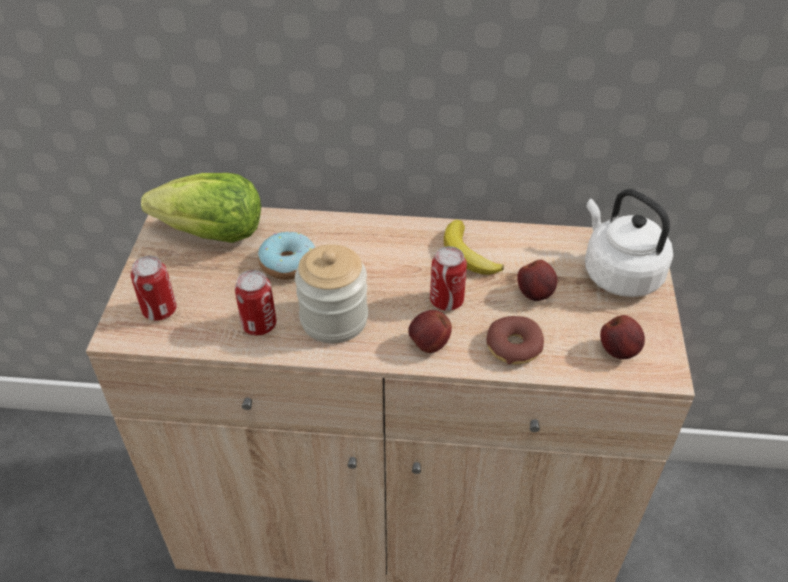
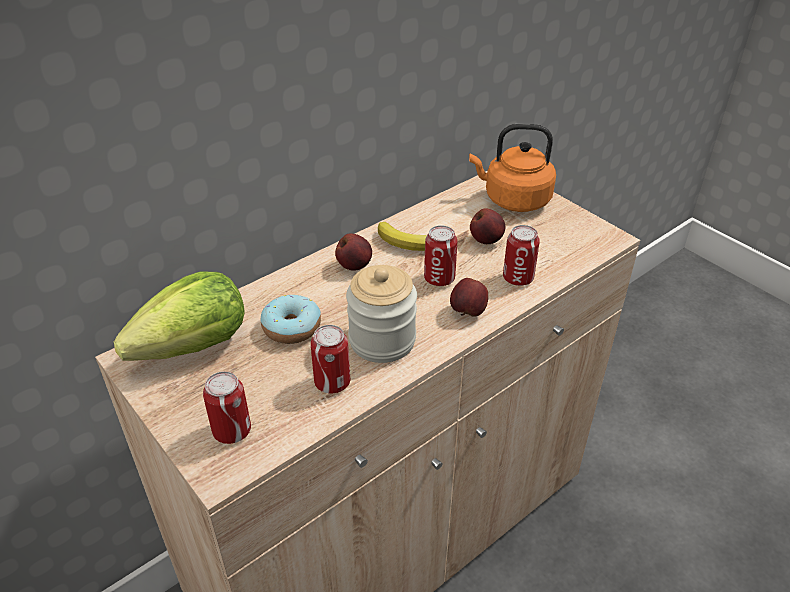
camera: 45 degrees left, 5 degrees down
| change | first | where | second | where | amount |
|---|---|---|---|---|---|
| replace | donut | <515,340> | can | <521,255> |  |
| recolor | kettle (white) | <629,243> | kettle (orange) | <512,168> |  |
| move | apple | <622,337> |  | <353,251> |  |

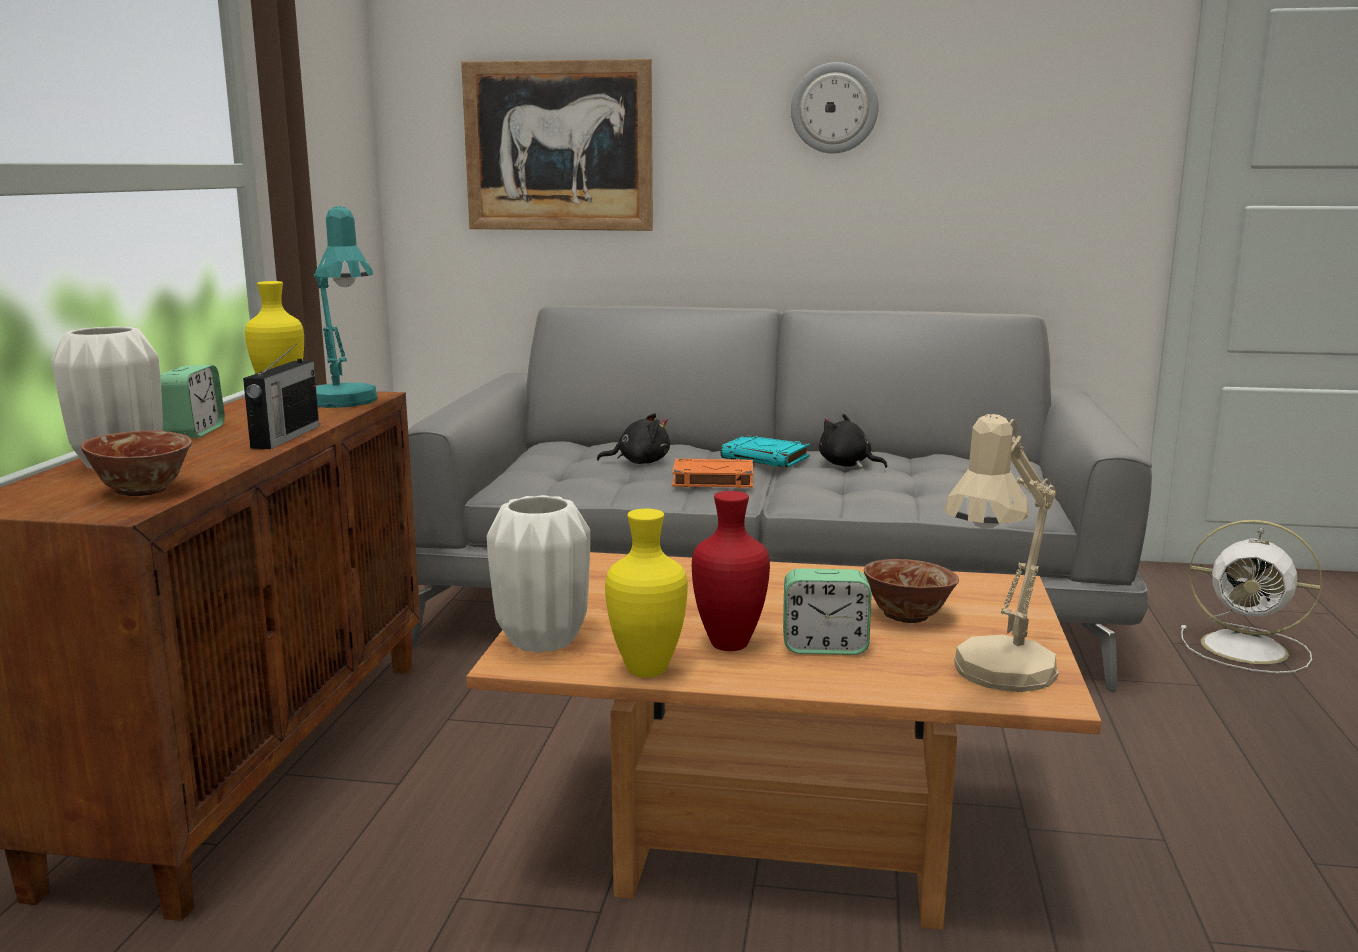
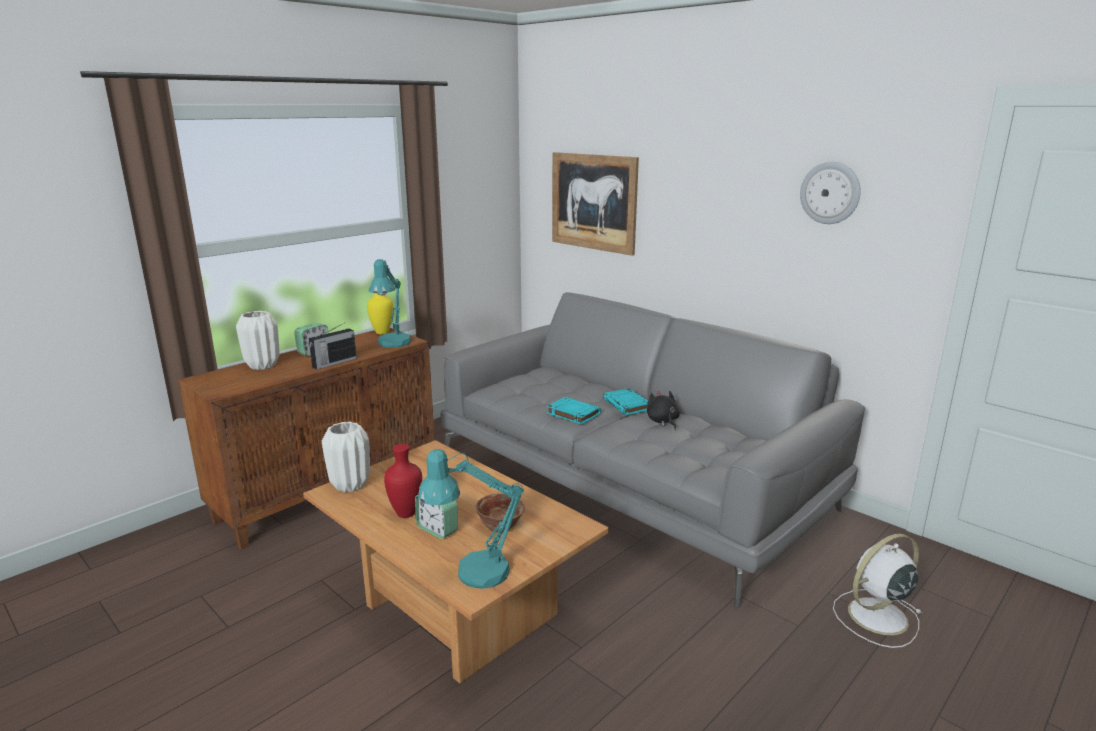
camera: 35 degrees right, 5 degrees up
| change | first | where | second | where | amount |
|---|---|---|---|---|---|
| delete | bowl | <136,463> |  |  |  |
| delete | plush toy (black) | <633,438> |  |  |  |
| delete | vase (yellow) | <646,593> |  |  |  |
| recolor | book (orange) | <712,473> | book (turquoise) | <574,411> |  |
| move | wall clock | <835,108> |  | <830,193> |  |
| recolor | table lamp (beige) | <1001,553> | table lamp (turquoise) | <471,519> |  |
| rotate | fan (white) | <1251,596> |  | <877,591> | 90 degrees clockwise |

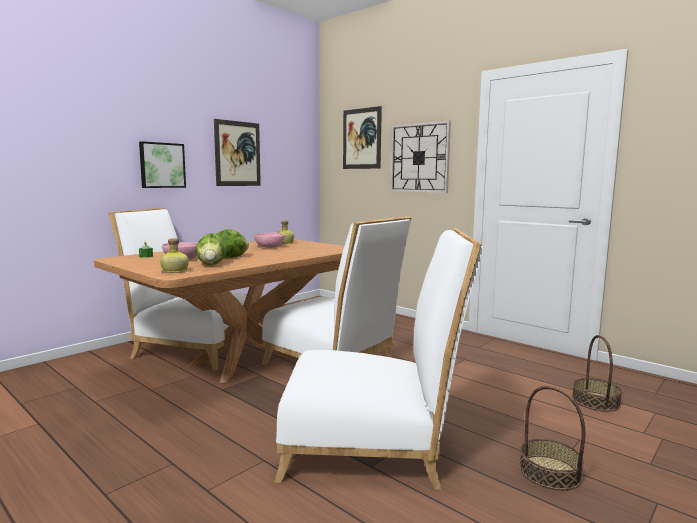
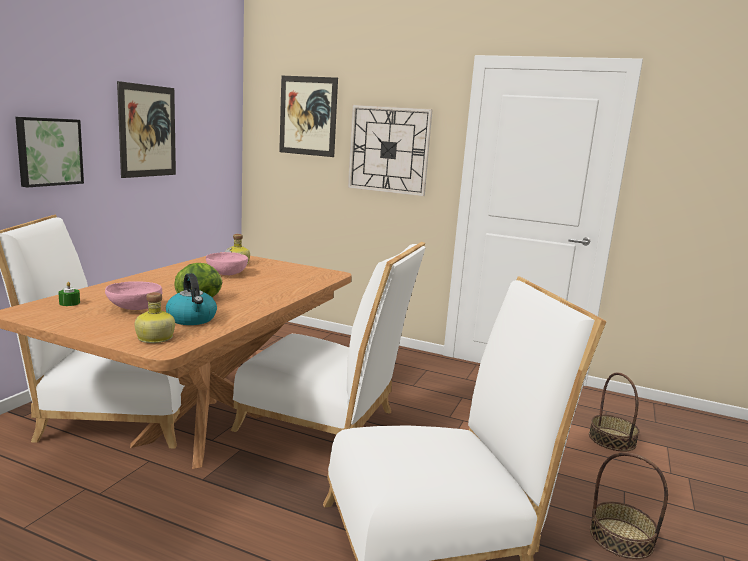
camera: 20 degrees left, 5 degrees up
| change | first | where | second | where | amount |
|---|---|---|---|---|---|
| replace | lettuce | <211,249> | kettle | <191,299> |  |

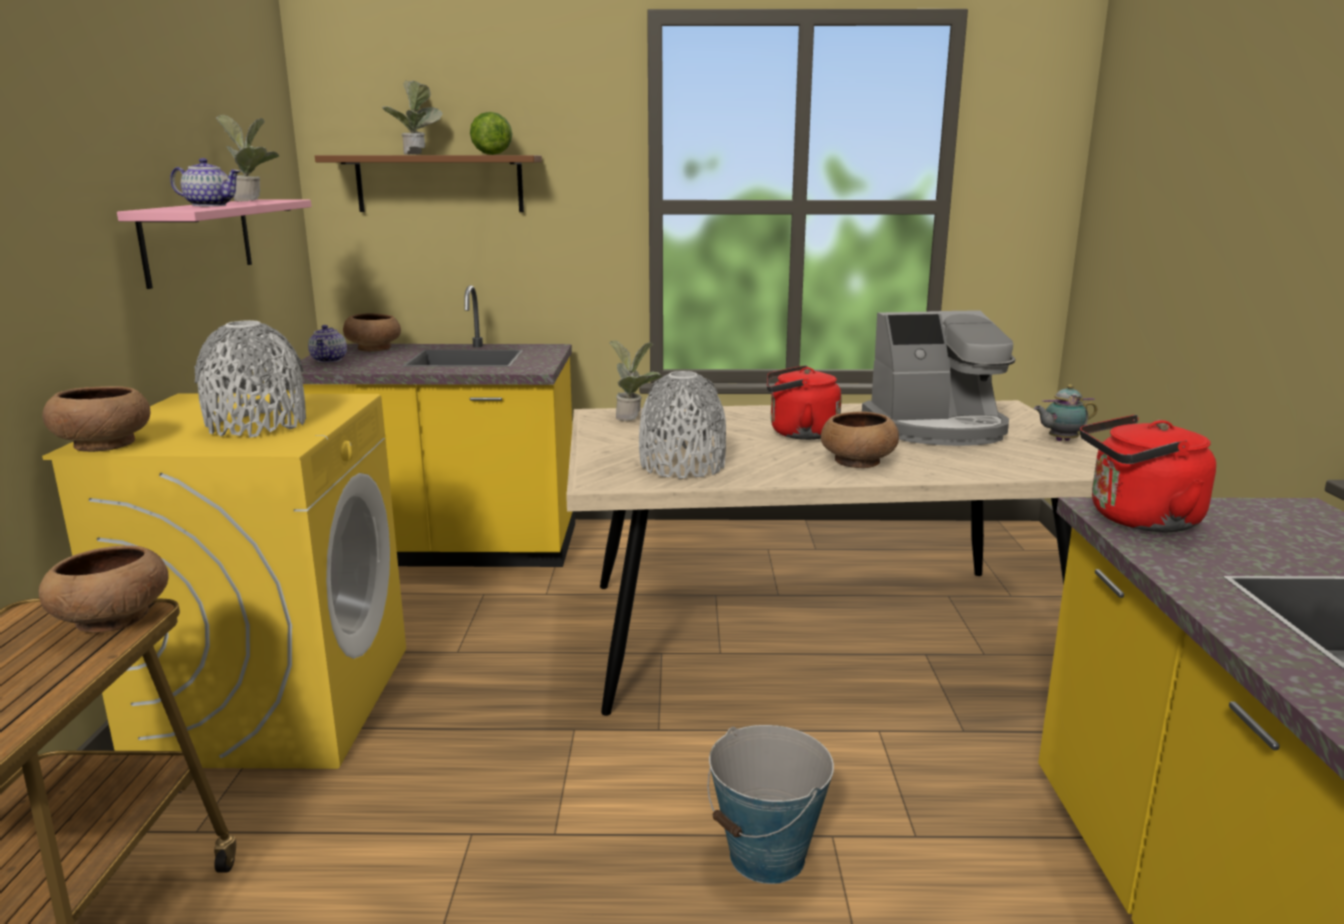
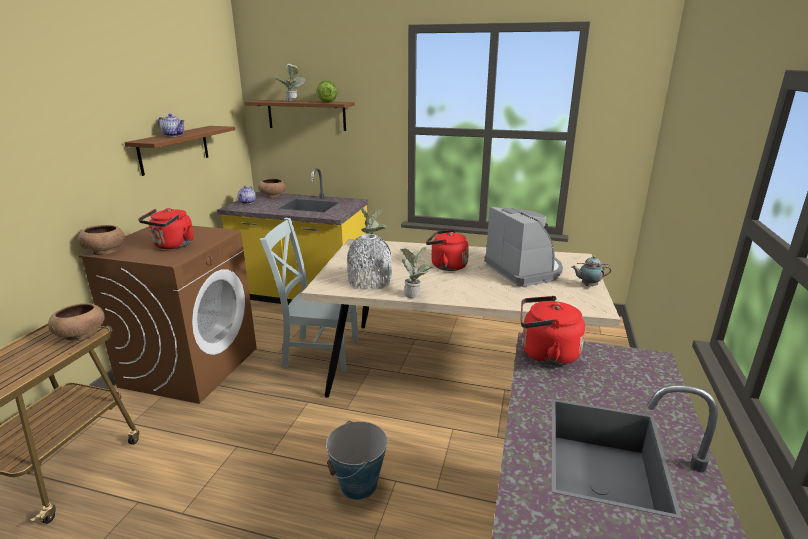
camera: 15 degrees right, 5 degrees up
| change | first | where | second | where | amount |
|---|---|---|---|---|---|
| recolor | washing machine (yellow) | <224,581> | washing machine (brown) | <167,315> |  |
| recolor | shelf (pink) | <214,244> | shelf (brown) | <179,151> |  |
| replace | vase (grey) | <250,379> | kettle (red) | <166,228> |  |
| move | potted plant | <247,158> |  | <416,272> |  |
| delete | bowl (brown) | <860,439> |  |  |  |
| rotate | coffee machine | <938,378> |  | <523,247> | 120 degrees counterclockwise |
| insert |  |  | chair (grey) | <309,295> |  |

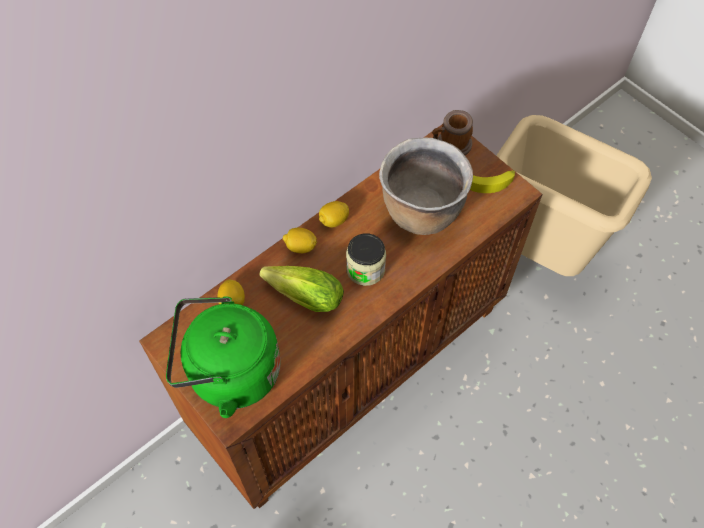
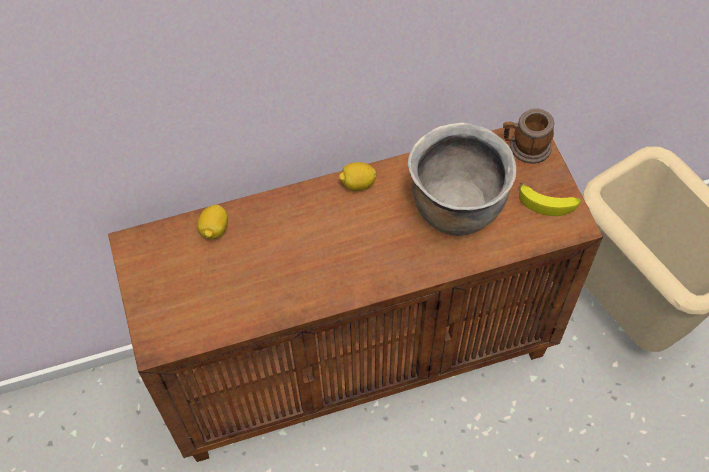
camera: 25 degrees right, 0 degrees up
| change | first | where | second | where | amount |
|---|---|---|---|---|---|
| delete | kettle (green) | <223,357> |  |  |  |
| delete | lettuce | <301,289> |  |  |  |
| delete | lemon | <300,240> |  |  |  |
| delete | jar | <366,259> |  |  |  |

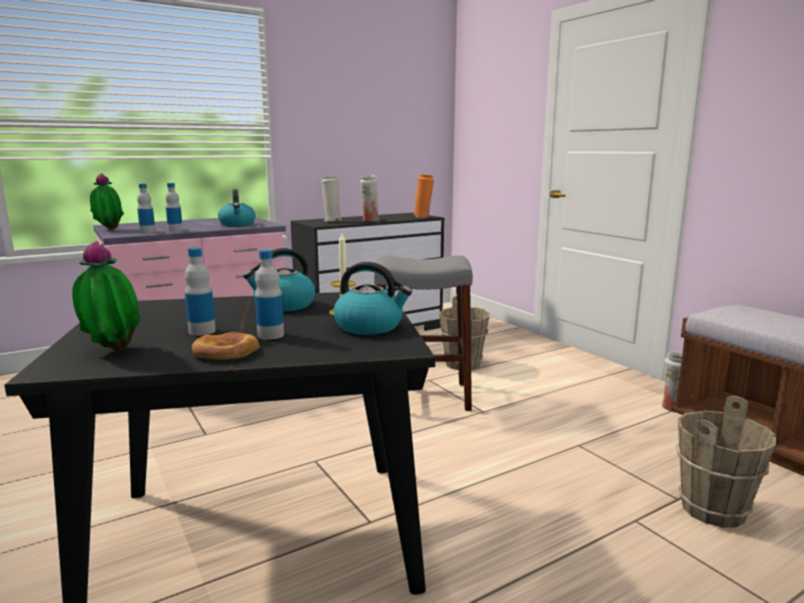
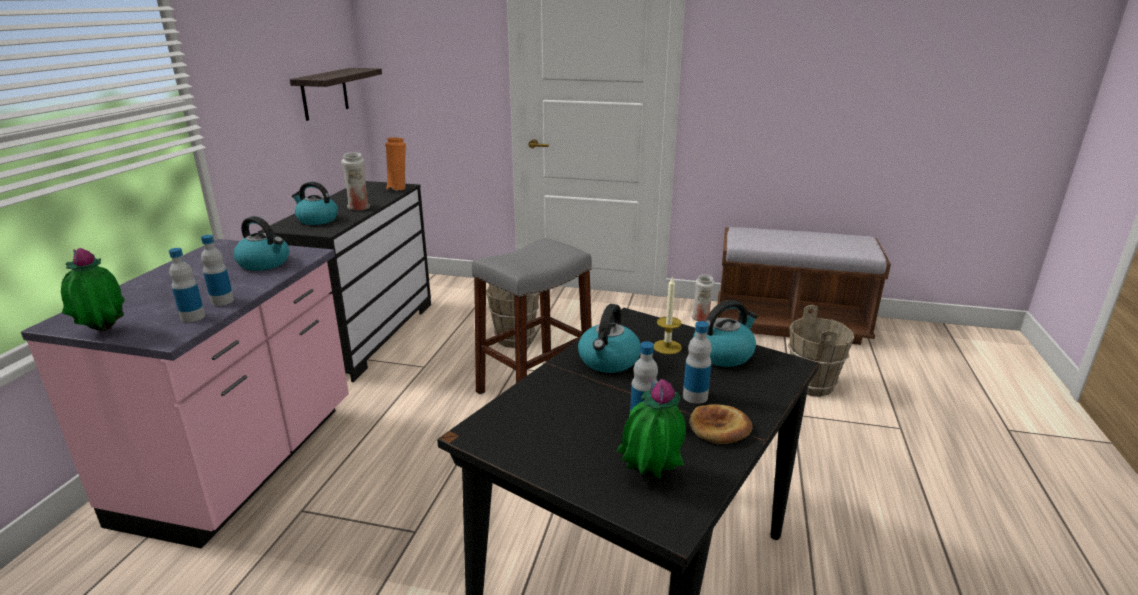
camera: 45 degrees left, 10 degrees up
| change | first | where | second | where | amount |
|---|---|---|---|---|---|
| replace | vase (white) | <331,199> | kettle | <315,203> |  |
| insert |  |  | shelf | <336,94> |  |

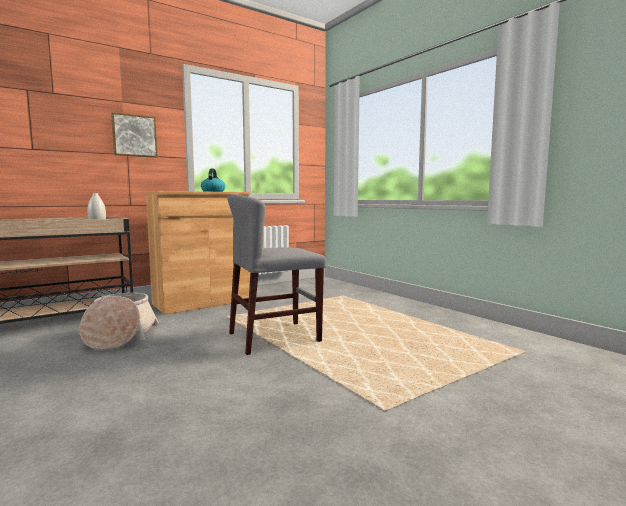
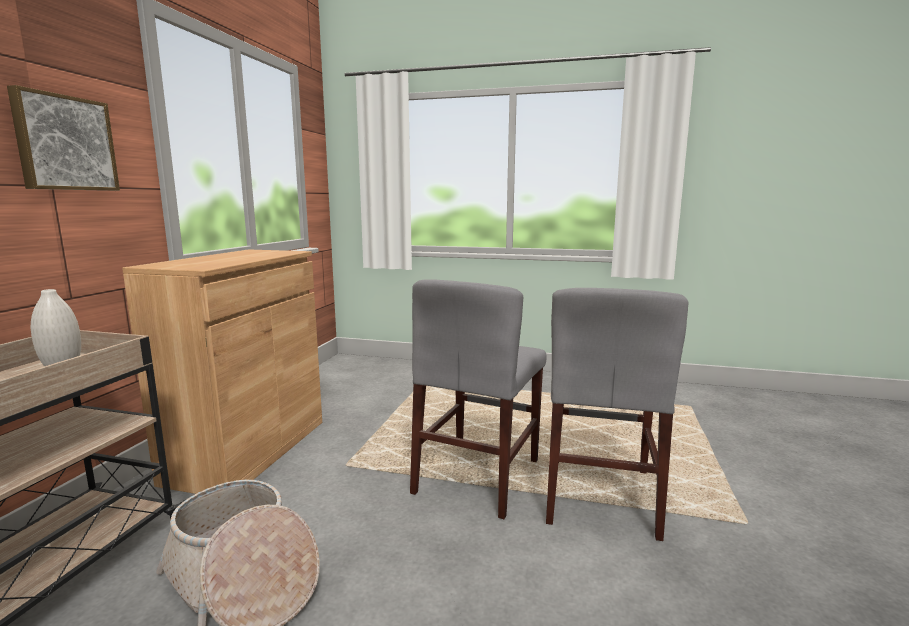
camera: 40 degrees left, 5 degrees up
| change | first | where | second | where | amount |
|---|---|---|---|---|---|
| delete | kettle | <213,180> |  |  |  |
| insert |  |  | chair (grey) | <617,414> |  |

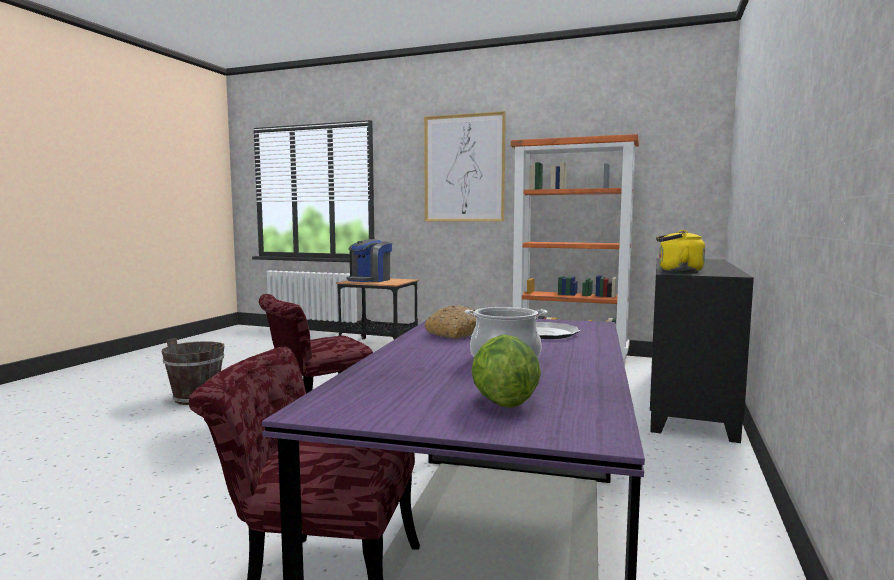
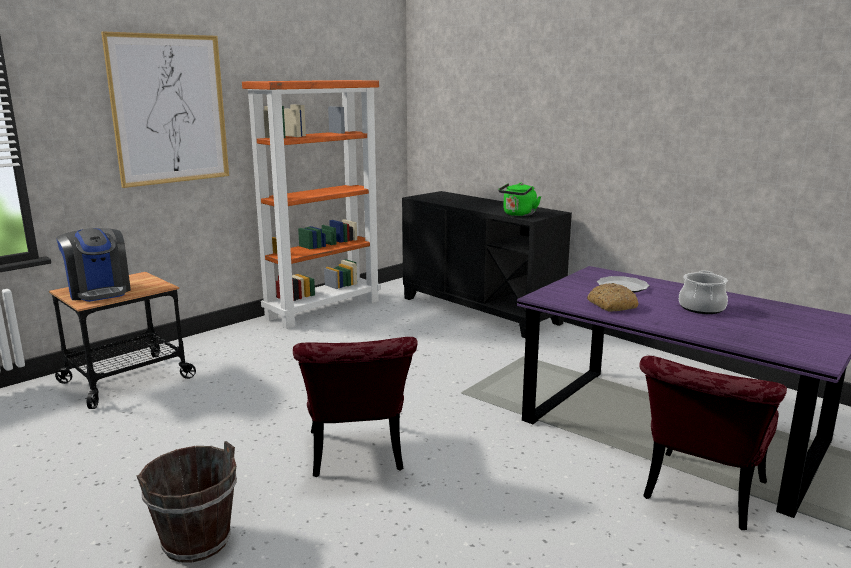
camera: 65 degrees left, 10 degrees up
| change | first | where | second | where | amount |
|---|---|---|---|---|---|
| delete | lettuce | <506,371> |  |  |  |
| recolor | kettle (yellow) | <680,251> | kettle (green) | <519,199> |  |

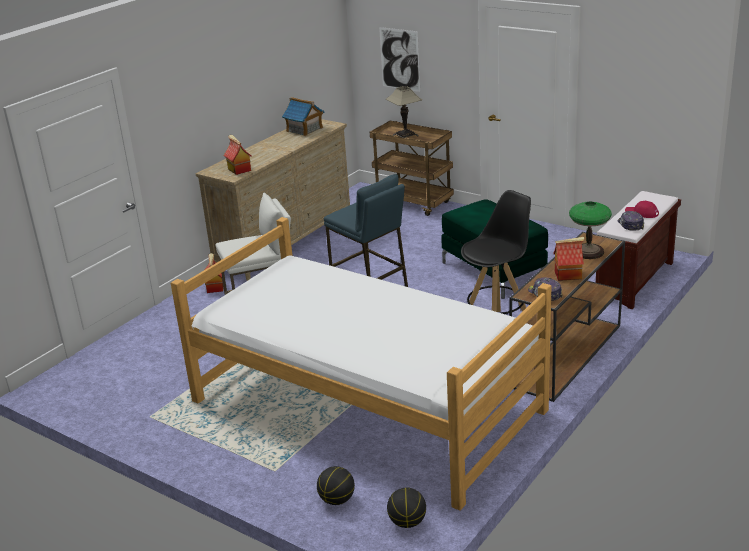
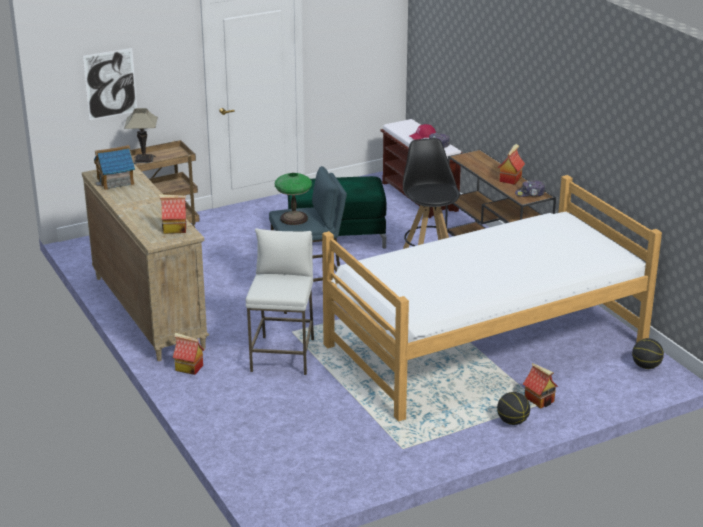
camera: 65 degrees left, 0 degrees up
| change | first | where | second | where | amount |
|---|---|---|---|---|---|
| move | basketball | <336,485> |  | <513,408> |  |
| move | table lamp | <590,230> |  | <293,199> |  |
| insert |  |  | toy house | <540,386> |  |

